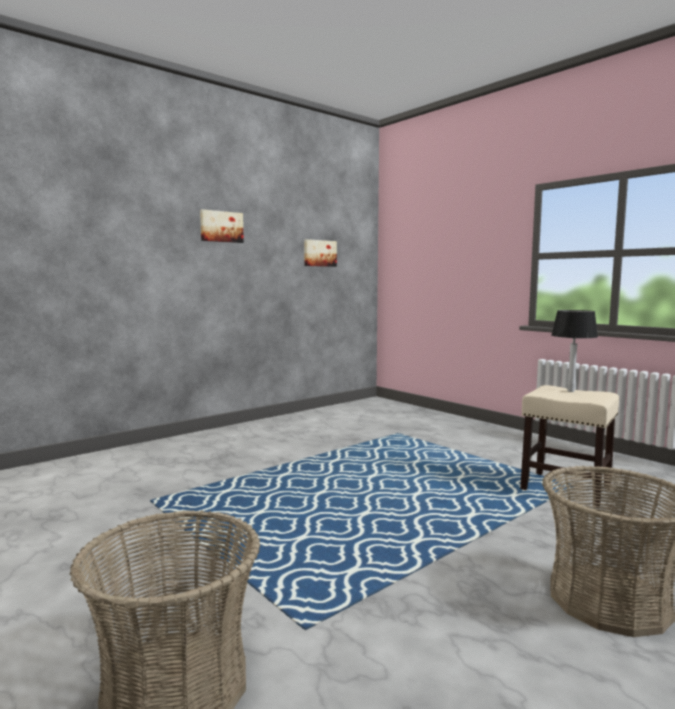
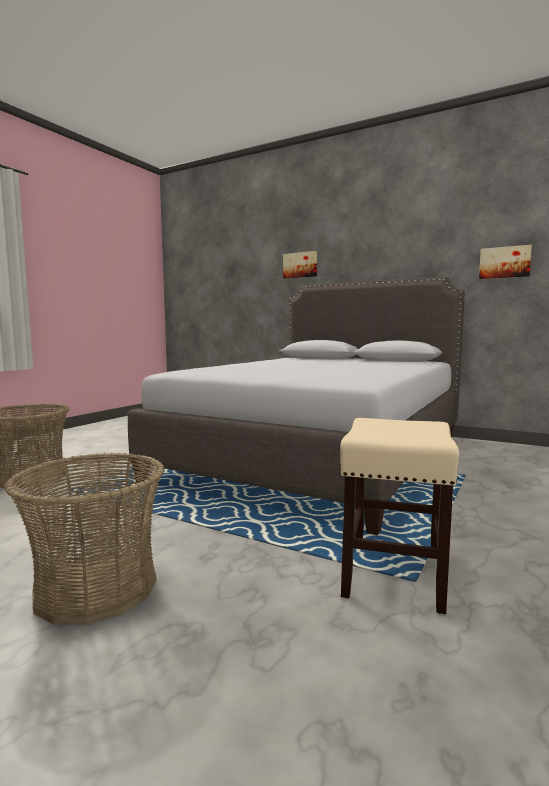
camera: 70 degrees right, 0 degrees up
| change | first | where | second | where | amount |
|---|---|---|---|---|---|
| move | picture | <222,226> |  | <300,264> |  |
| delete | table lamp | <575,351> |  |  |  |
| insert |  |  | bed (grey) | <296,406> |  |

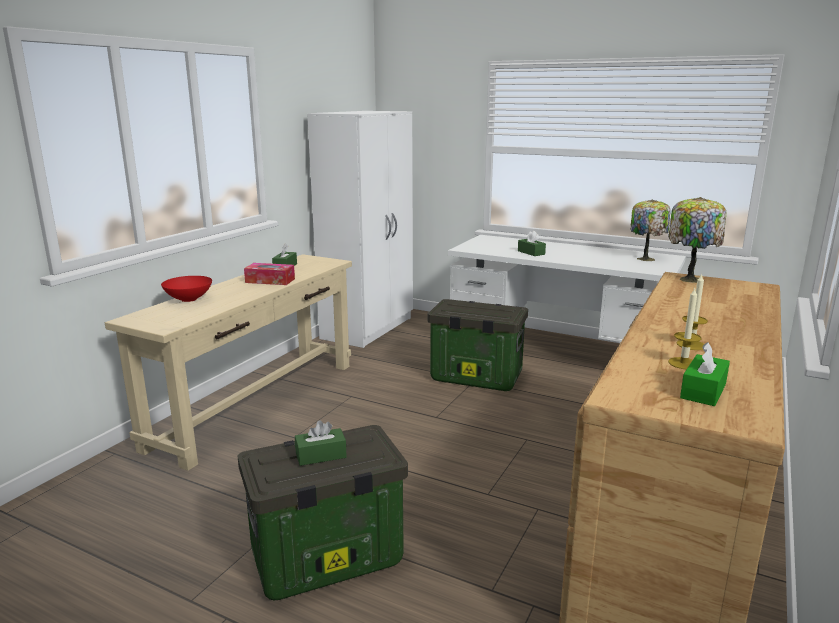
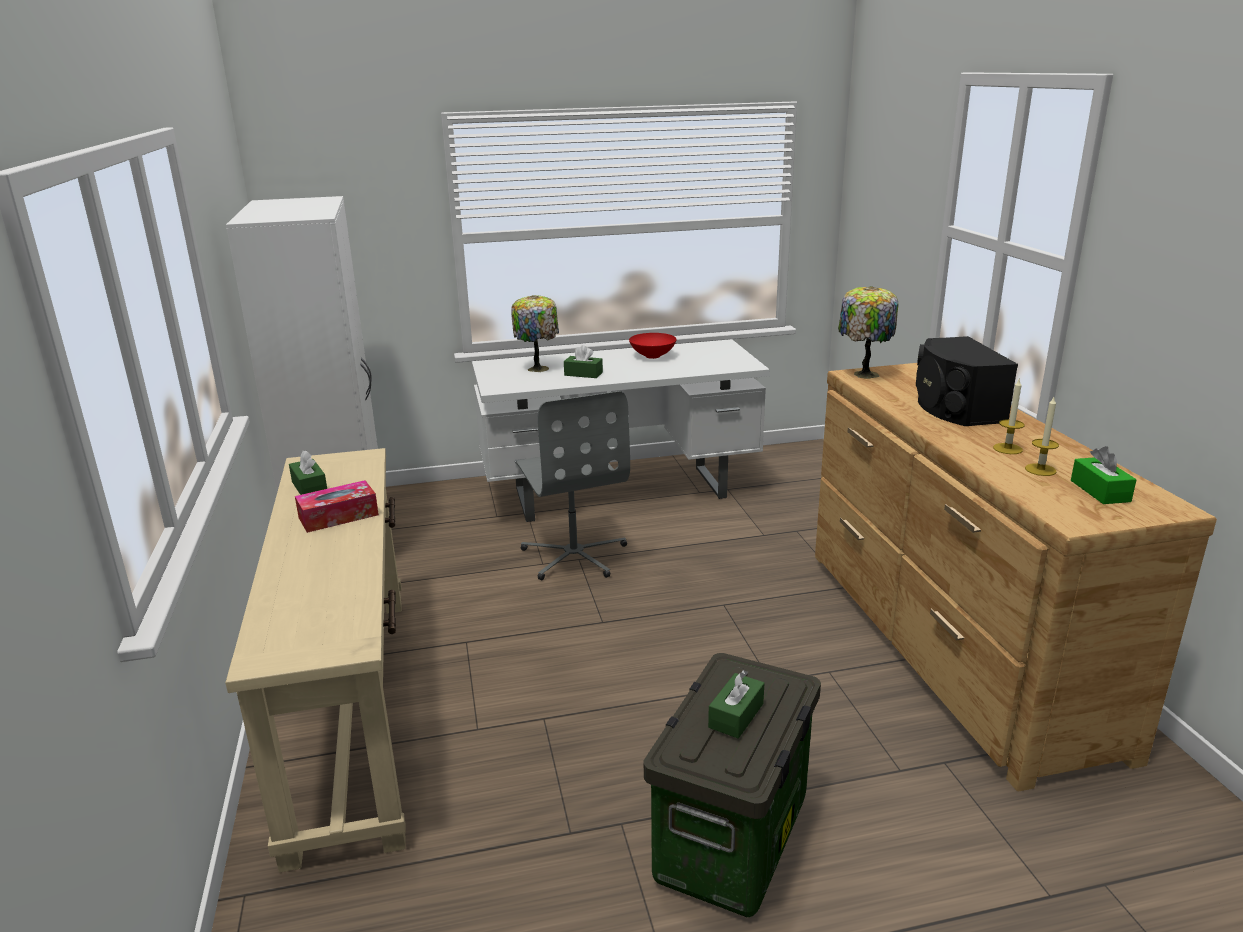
camera: 40 degrees left, 5 degrees up
| change | first | where | second | where | amount |
|---|---|---|---|---|---|
| move | bowl (red) | <186,289> |  | <653,346> |  |
| replace | storage box | <478,345> | office chair (grey) | <573,485> |  |
| move | table lamp | <650,230> |  | <535,333> |  |
| insert |  |  | speaker (black) | <967,381> |  |

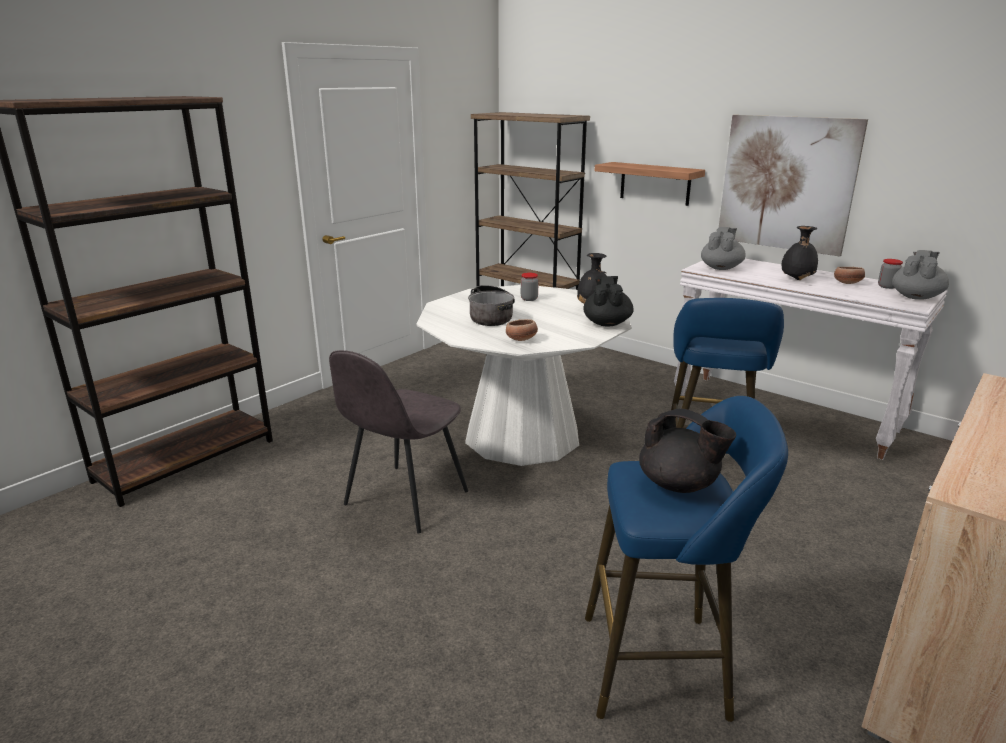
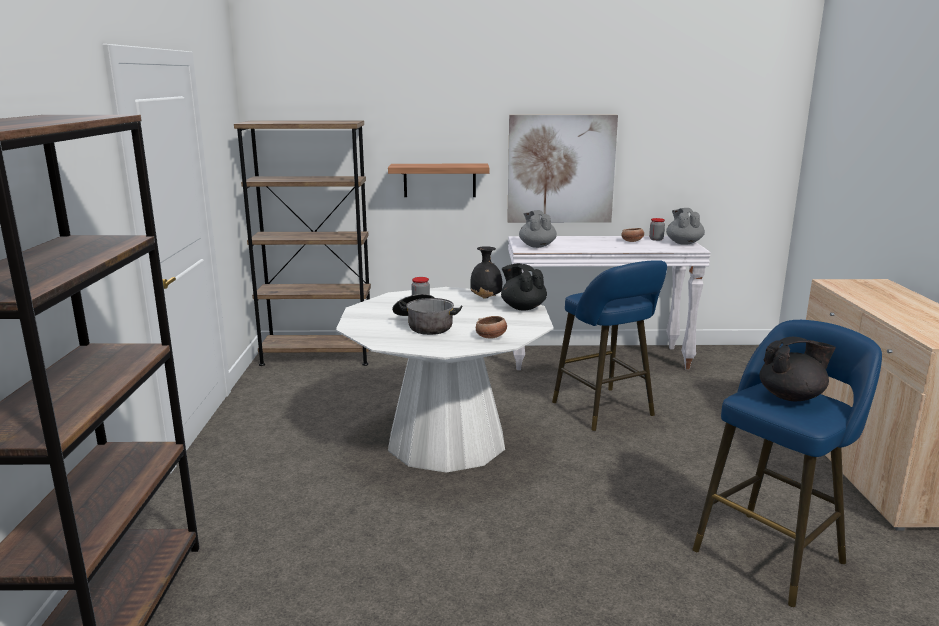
camera: 40 degrees left, 5 degrees down
| change | first | where | second | where | amount |
|---|---|---|---|---|---|
| delete | chair (grey) | <398,441> |  |  |  |
| delete | vase (black) | <800,253> |  |  |  |

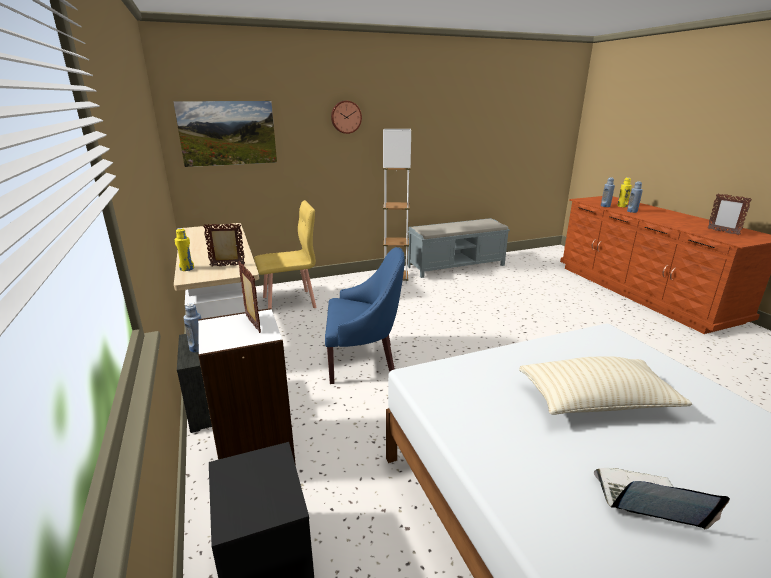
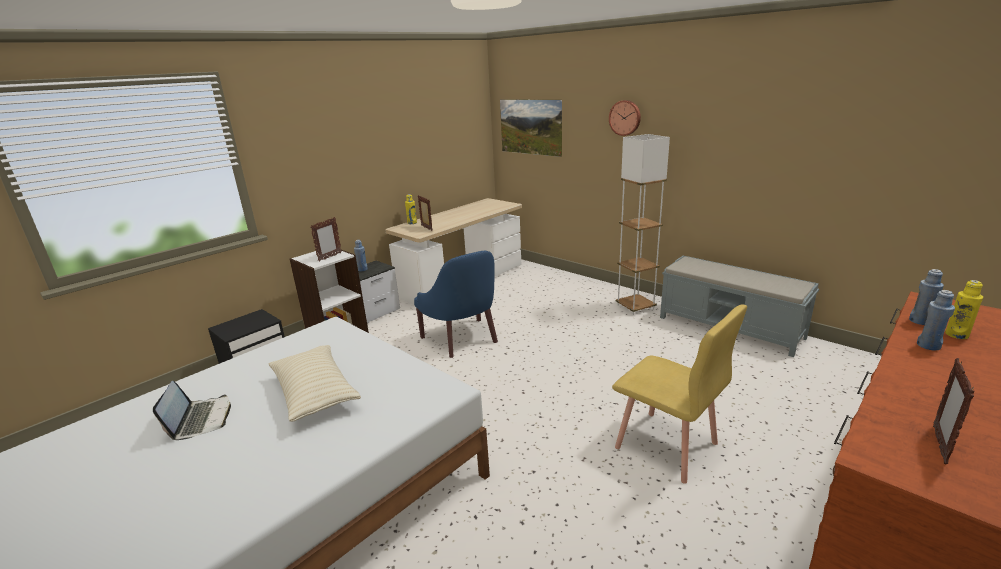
camera: 65 degrees right, 0 degrees up
| change | first | where | second | where | amount |
|---|---|---|---|---|---|
| move | chair (yellow) | <285,254> |  | <679,394> |  |

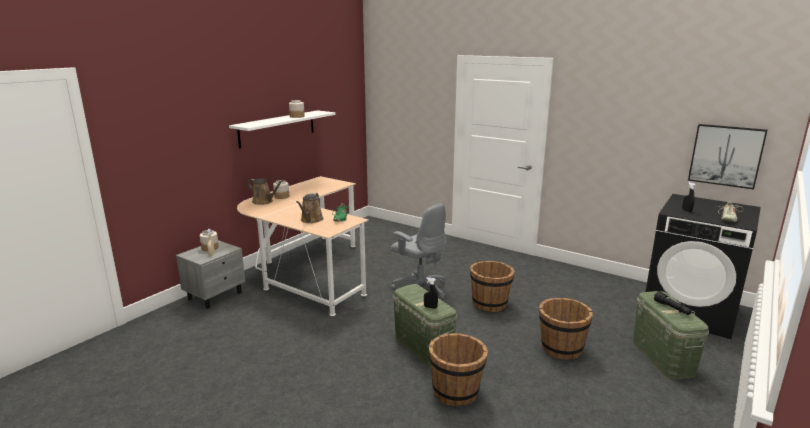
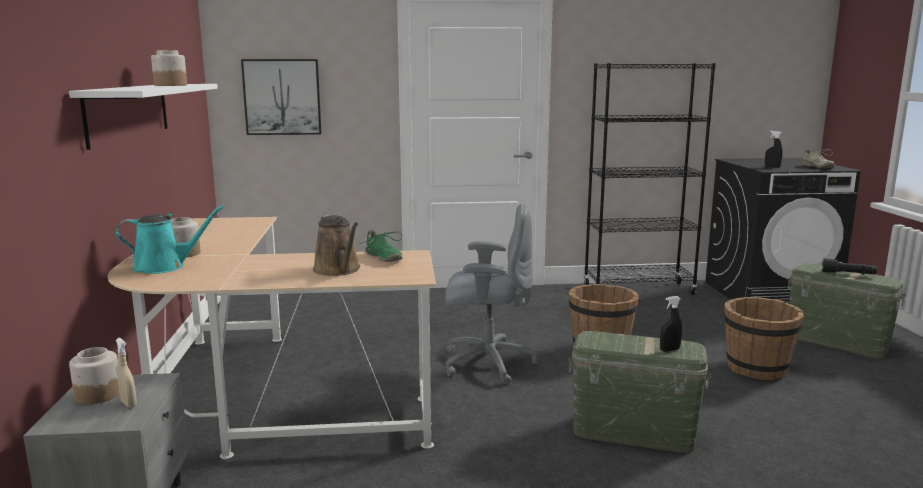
camera: 40 degrees left, 5 degrees down
| change | first | where | second | where | amount |
|---|---|---|---|---|---|
| recolor | watering can (brown) | <266,191> | watering can (turquoise) | <169,239> |  |
| delete | bucket (brown) | <458,369> |  |  |  |
| move | picture | <728,157> |  | <281,97> |  |
| insert |  |  | bookcase (black) | <649,179> |  |

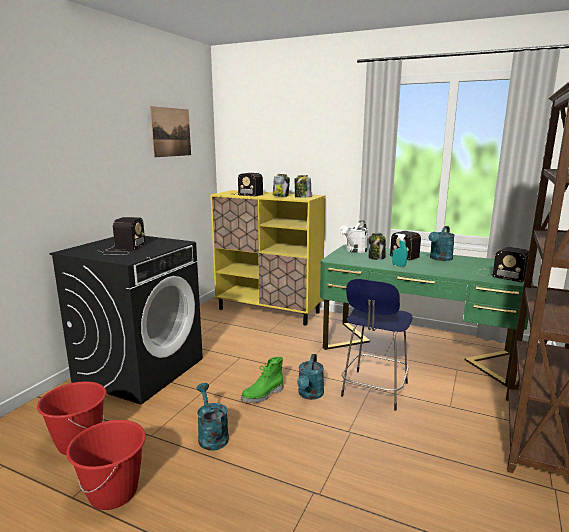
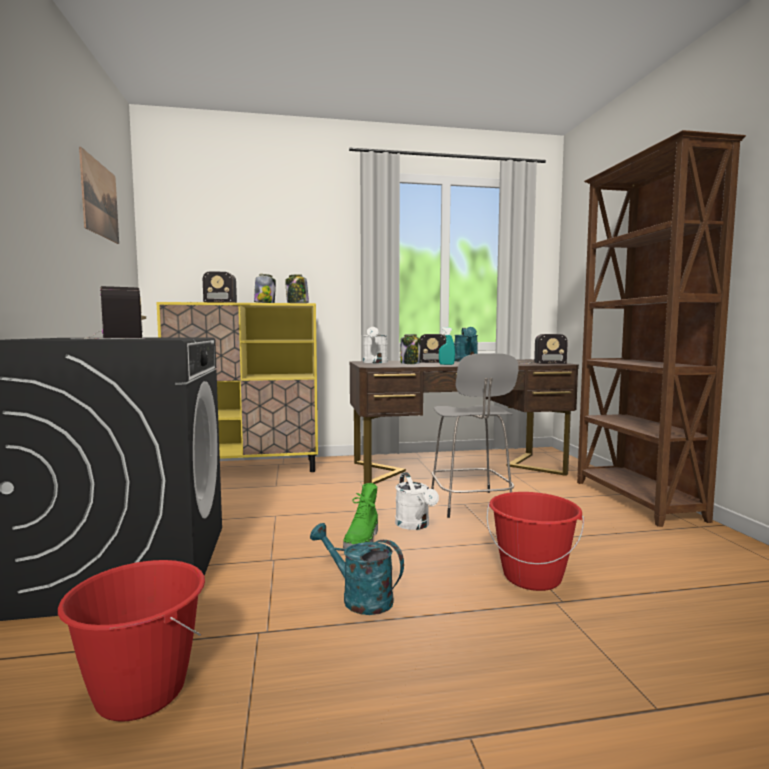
camera: 35 degrees left, 10 degrees down
| change | first | where | second | where | amount |
|---|---|---|---|---|---|
| move | bucket (red) | <106,465> |  | <535,541> |  |
| recolor | watering can (turquoise) | <310,377> | watering can (white) | <417,501> |  |
| recolor | desk (green) | <427,315> | desk (brown) | <464,421> |  |
| recolor | stool (blue) | <377,345> | stool (grey) | <475,435> |  |

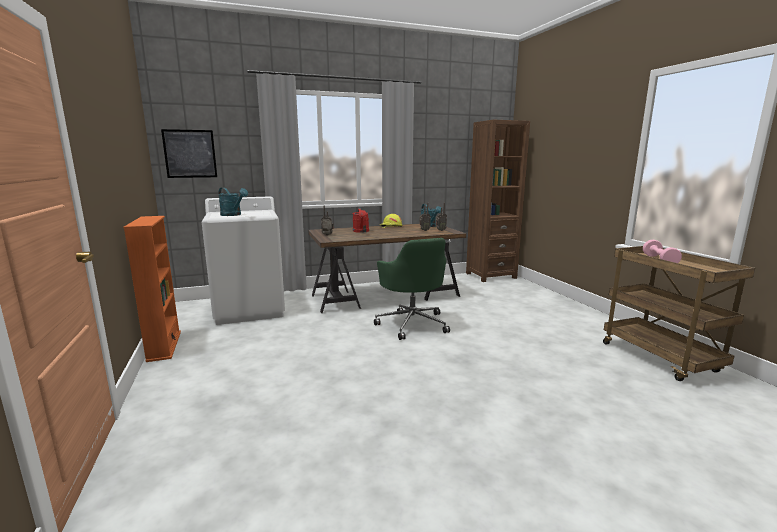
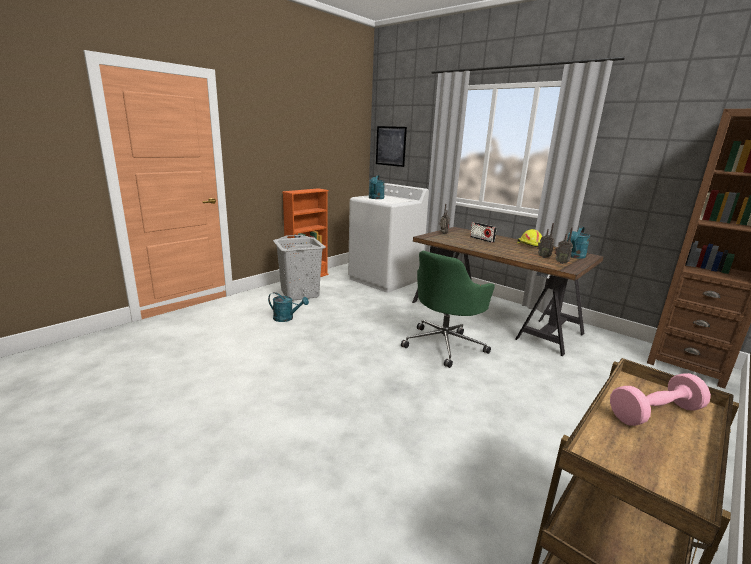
camera: 60 degrees right, 5 degrees up
| change | first | where | second | where | amount |
|---|---|---|---|---|---|
| replace | watering can (red) | <360,220> | radio | <483,232> |  |
| insert |  |  | watering can (turquoise) | <288,307> |  |
| insert |  |  | laundry basket (grey) | <299,268> |  |

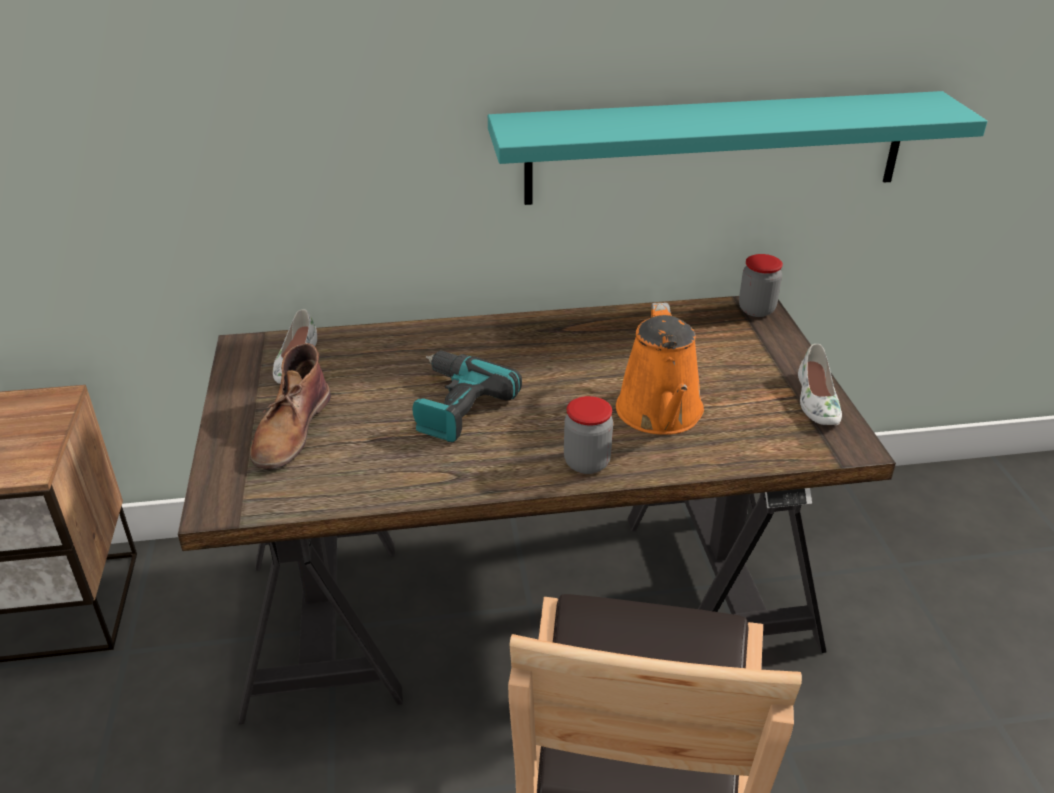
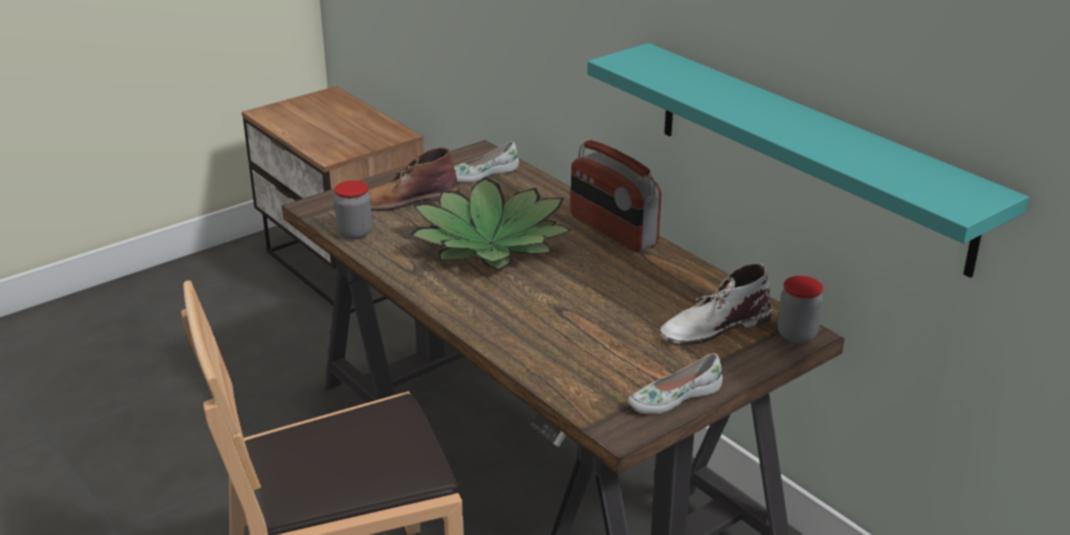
camera: 60 degrees right, 5 degrees down
| change | first | where | second | where | amount |
|---|---|---|---|---|---|
| replace | power drill | <467,396> | potted plant | <490,223> |  |
| move | jar | <588,435> |  | <353,209> |  |
| delete | watering can (orange) | <660,369> |  |  |  |
| insert |  |  | radio | <616,196> |  |
| insert |  |  | boot (white) | <715,304> |  |

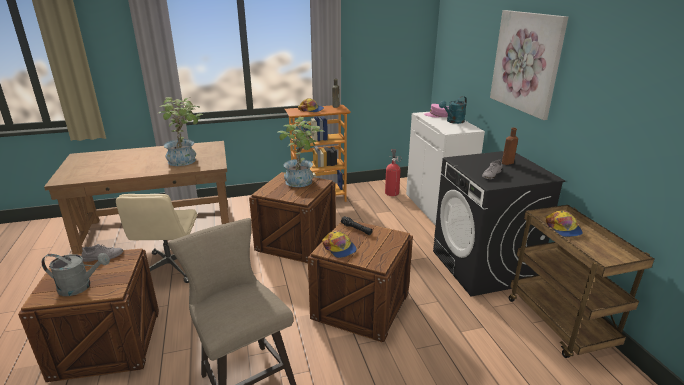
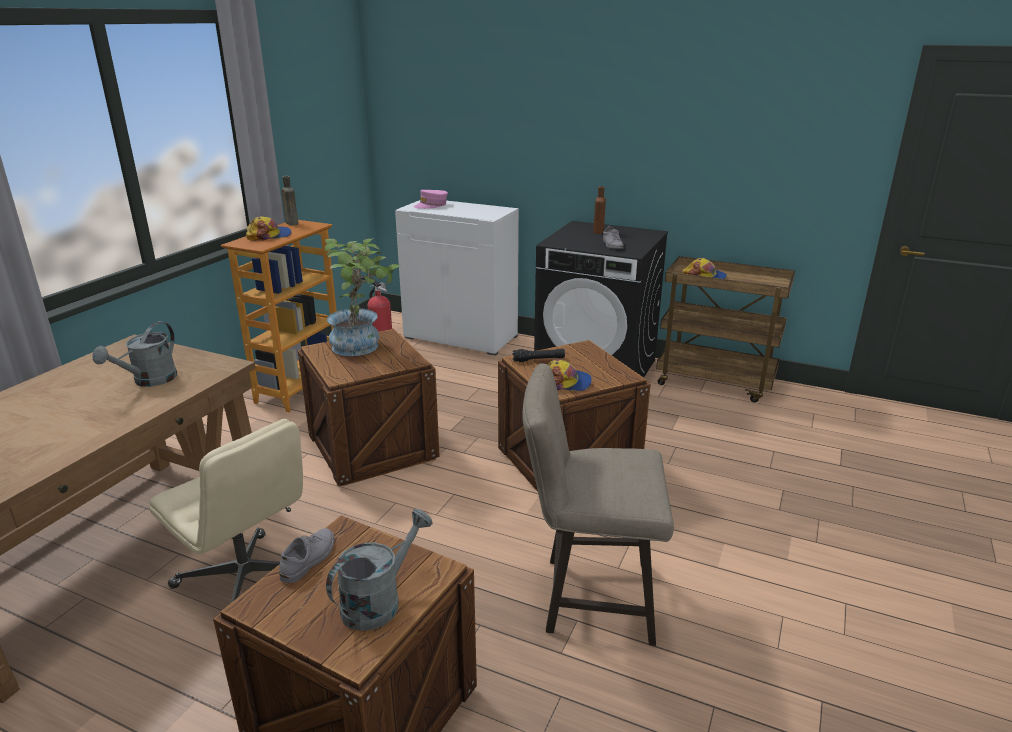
camera: 50 degrees left, 0 degrees up
| change | first | where | second | where | amount |
|---|---|---|---|---|---|
| replace | potted plant | <180,131> | watering can (grey) | <134,354> |  |
| delete | watering can (turquoise) | <453,110> |  |  |  |
| delete | picture | <529,65> |  |  |  |

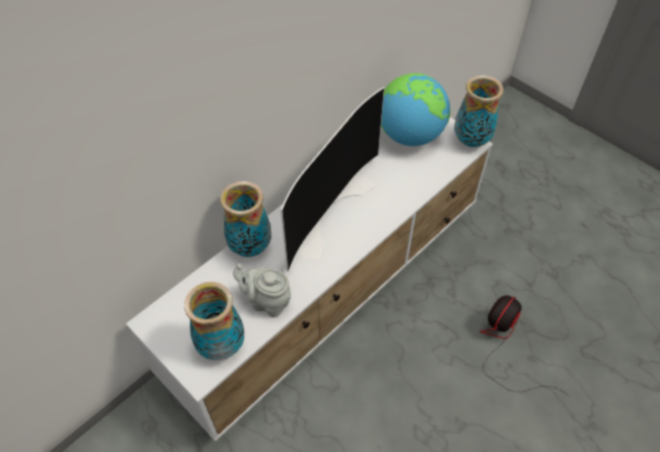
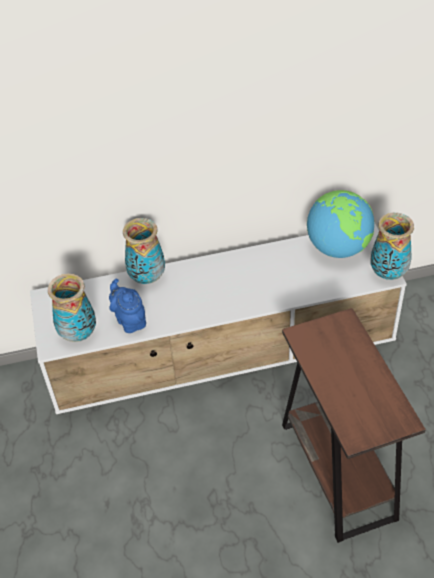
camera: 35 degrees right, 5 degrees down
| change | first | where | second | where | amount |
|---|---|---|---|---|---|
| recolor | teapot (grey) | <262,290> | teapot (blue) | <127,306> |  |
| delete | television | <332,179> |  |  |  |
| replace | fan | <524,345> | side table (brown) | <354,425> |  |

